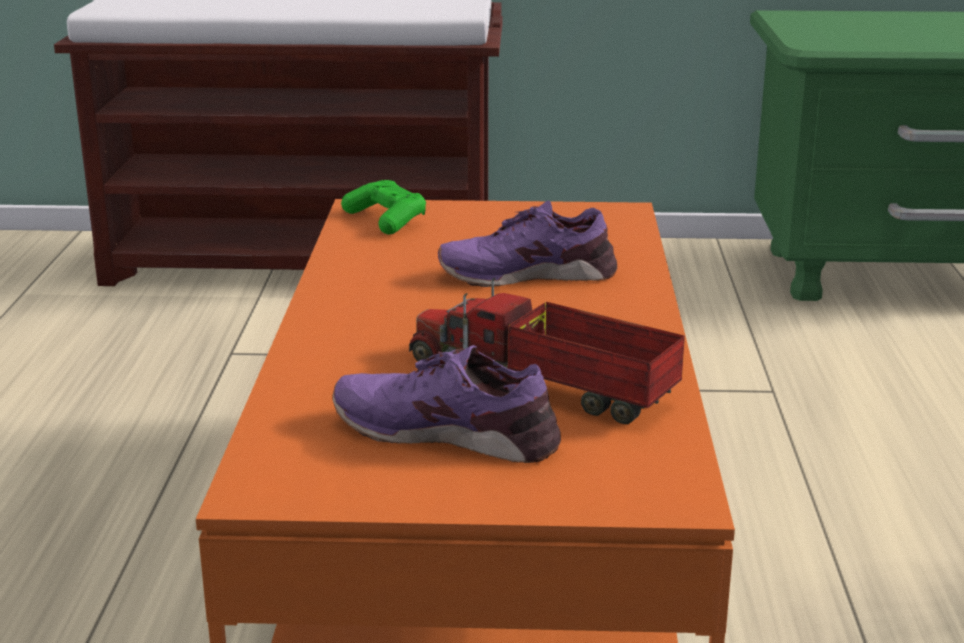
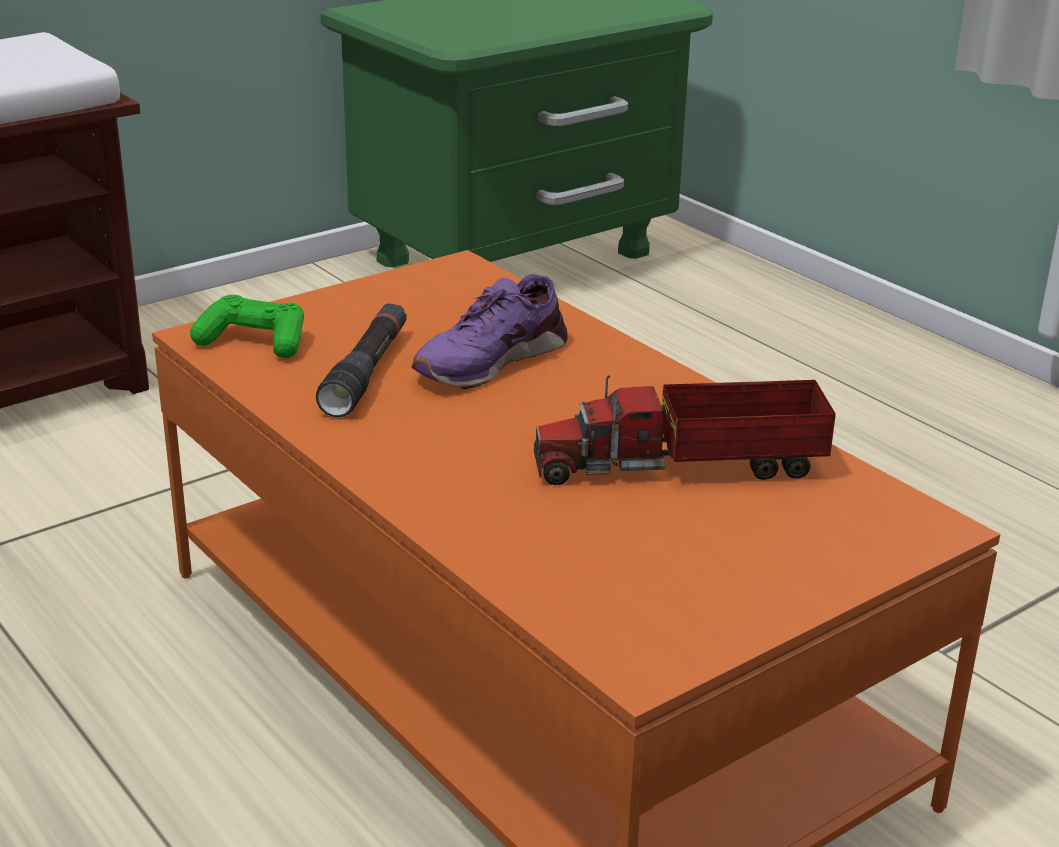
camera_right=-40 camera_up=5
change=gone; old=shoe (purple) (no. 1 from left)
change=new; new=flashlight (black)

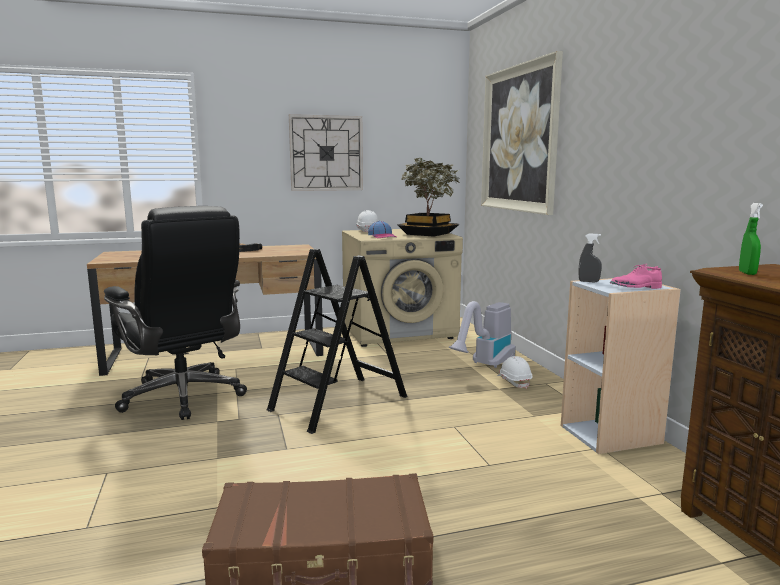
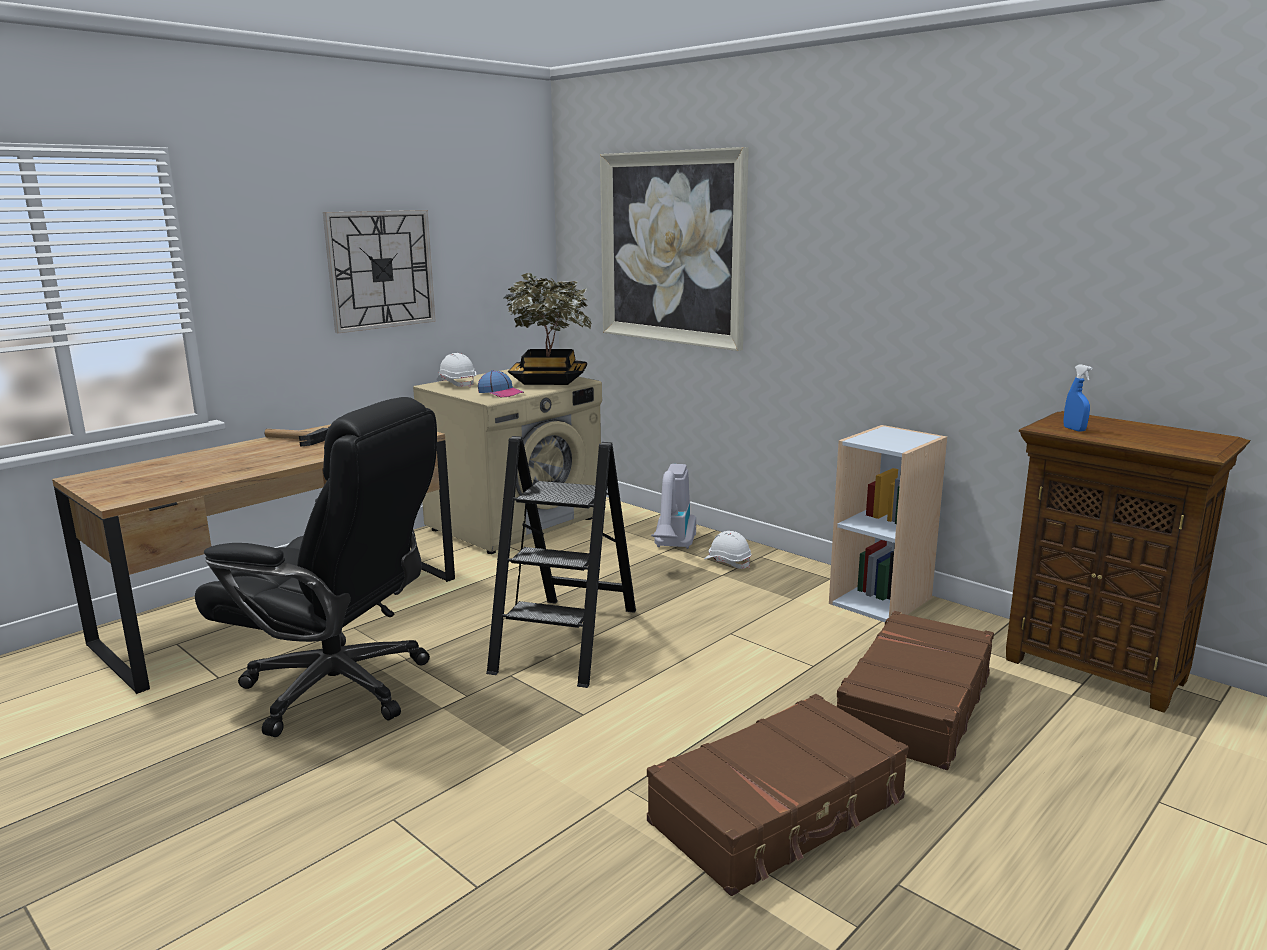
camera_right=-30 camera_up=5
change=gone; old=spray bottle (grey)
change=gone; old=shoe (pink)
change=new; new=suitcase (brown) (no. 2 from left)
change=repainted; old=spray bottle (green); new=spray bottle (blue)

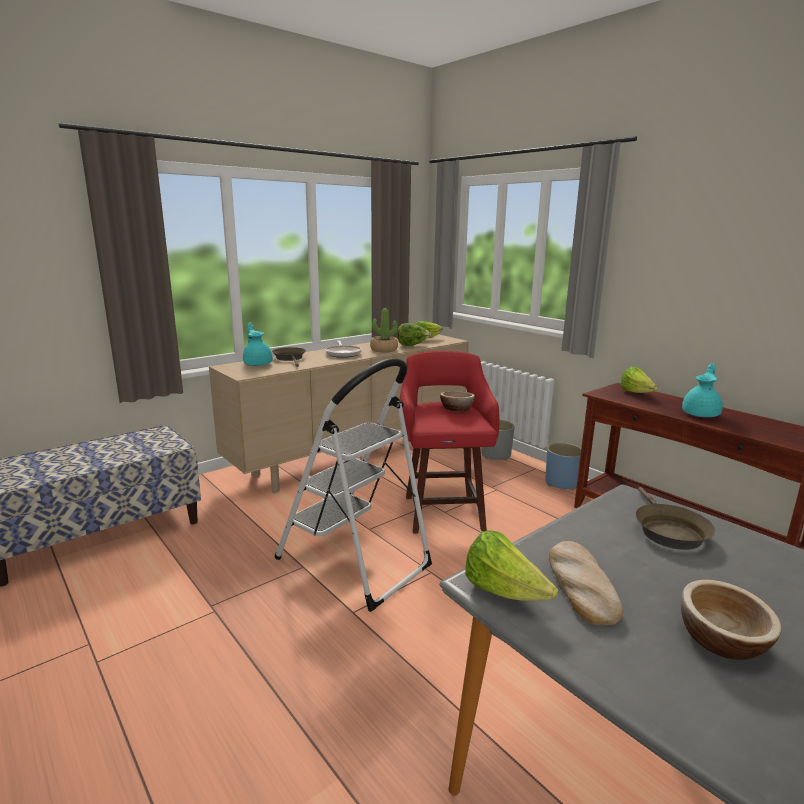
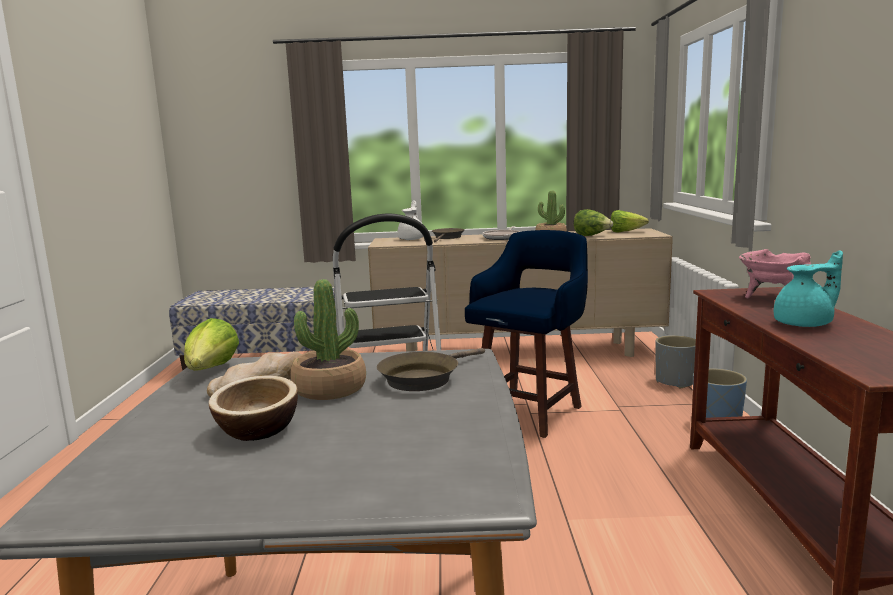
camera_right=40 camera_up=-5
change=gone; old=bowl (no. 1 from left)
change=new; new=potted plant (no. 1 from left)
change=swapped; old=lettuce (no. 4 from left); new=cooking pot (pink)
change=repainted; old=teapot (turquoise) (no. 1 from left); new=teapot (white)
change=repainted; old=stool (red); new=stool (blue)

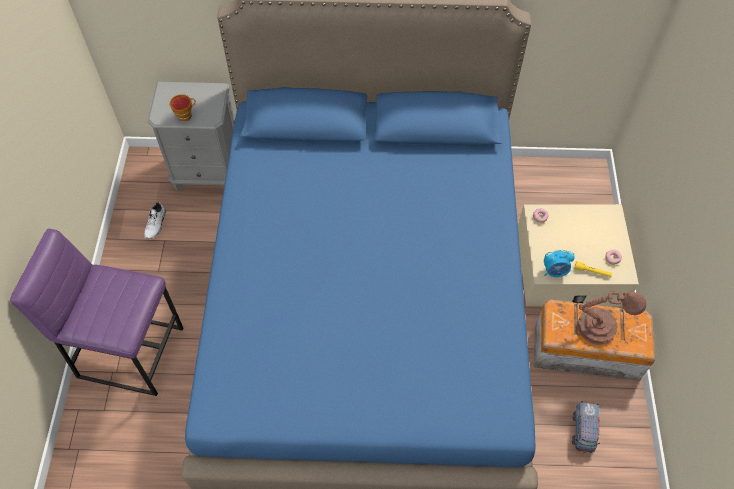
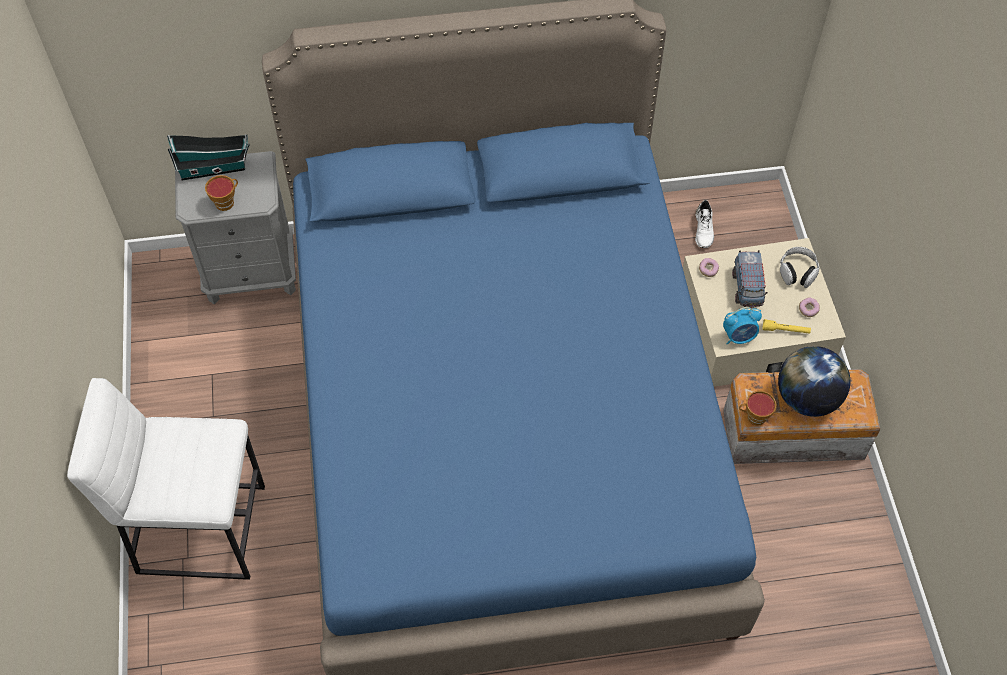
camera_right=-10 camera_up=0
change=new; new=toy house
change=new; new=cup (no. 2 from left)
change=new; new=headphones
change=shifted; old=shoe (white)
change=shifted; old=toy truck
change=swapped; old=table lamp (brown); new=globe
change=repainted; old=chair (purple); new=chair (white)

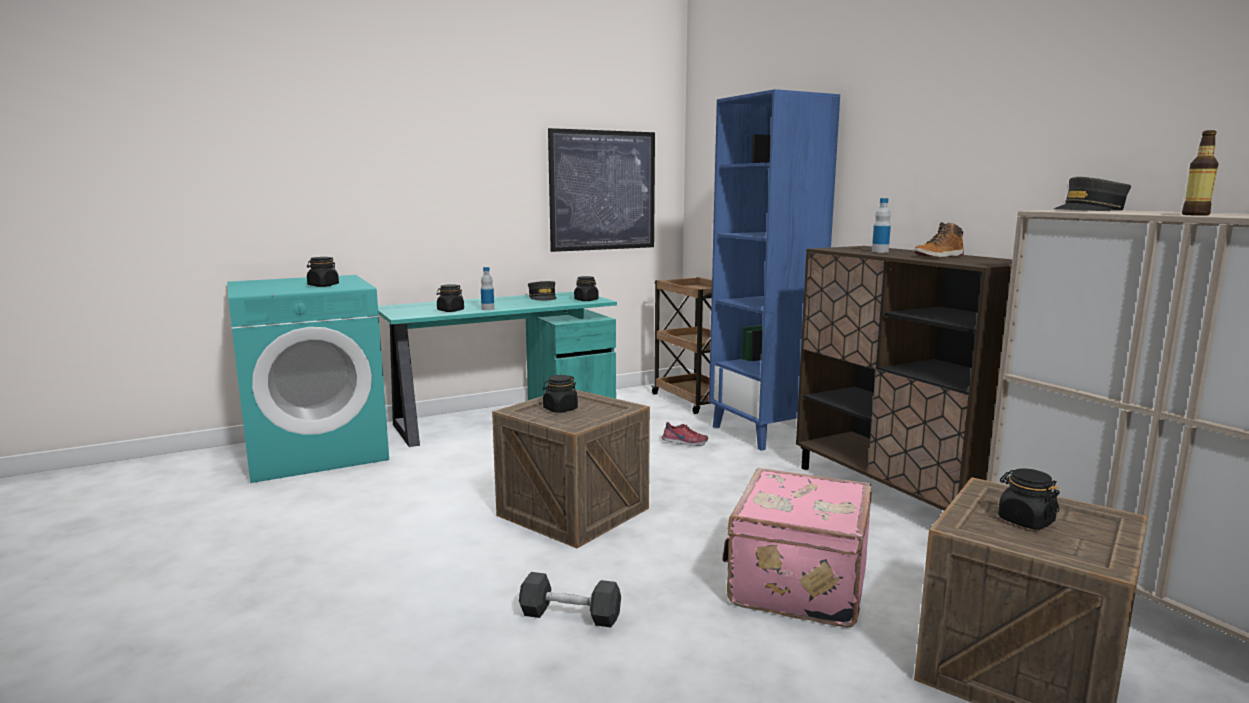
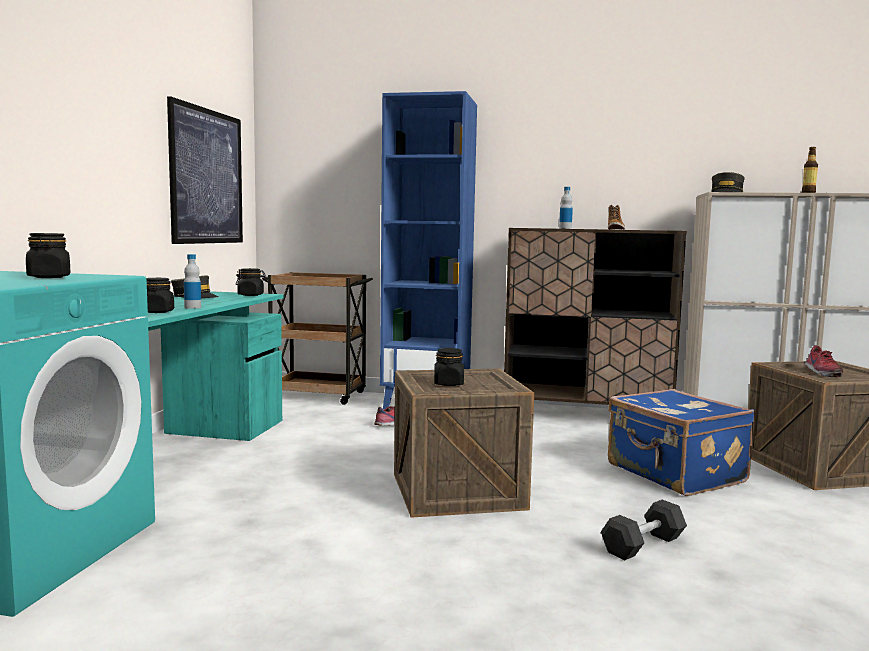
camera_right=-50 camera_up=-5
change=swapped; old=jar (black) (no. 5 from left); new=shoe (no. 2 from left)
change=repainted; old=suitcase (pink); new=suitcase (blue)

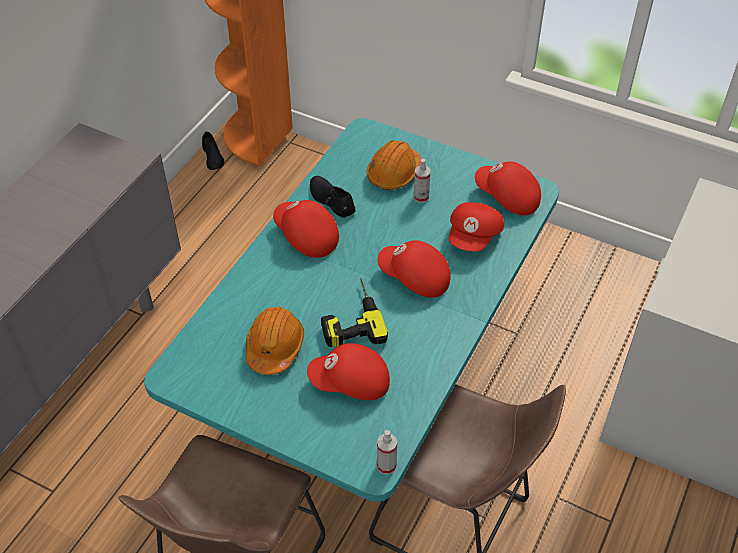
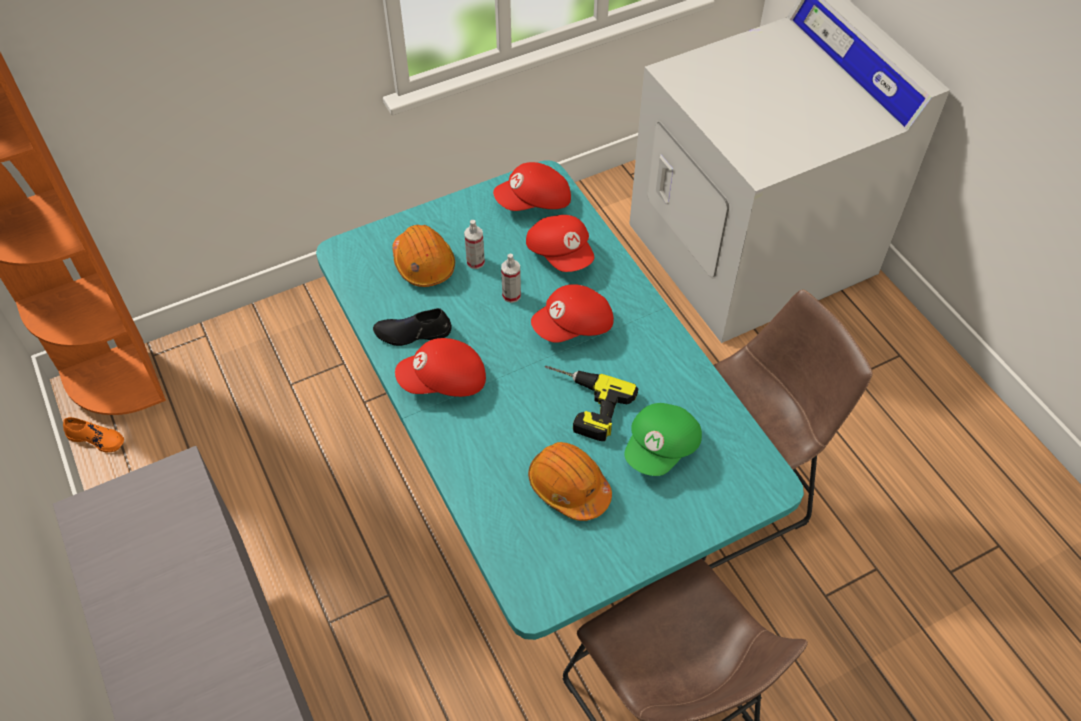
camera_right=-55 camera_up=5
change=shifted; old=spray bottle (no. 1 from left in the first image); new=spray bottle (no. 2 from left)
change=repainted; old=shoe (black) (no. 1 from left); new=shoe (orange)
change=repainted; old=cap (red) (no. 2 from left); new=cap (green)

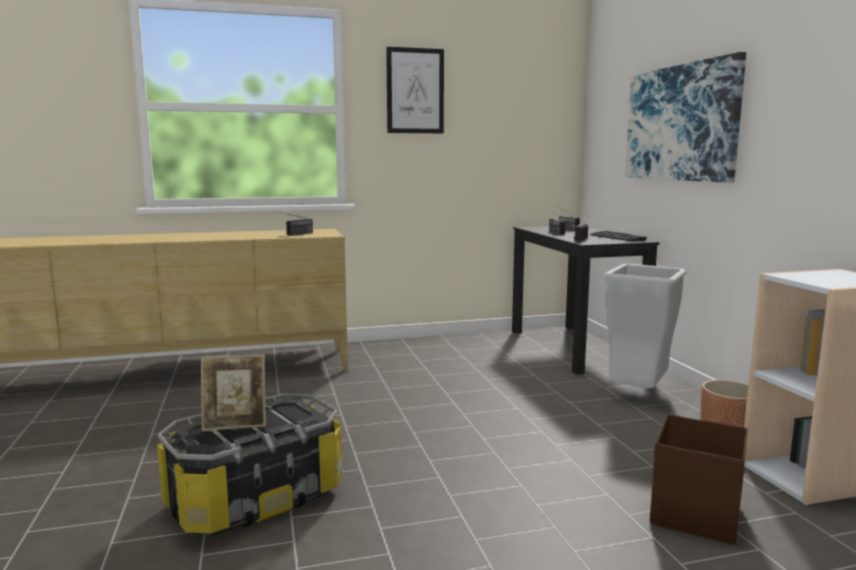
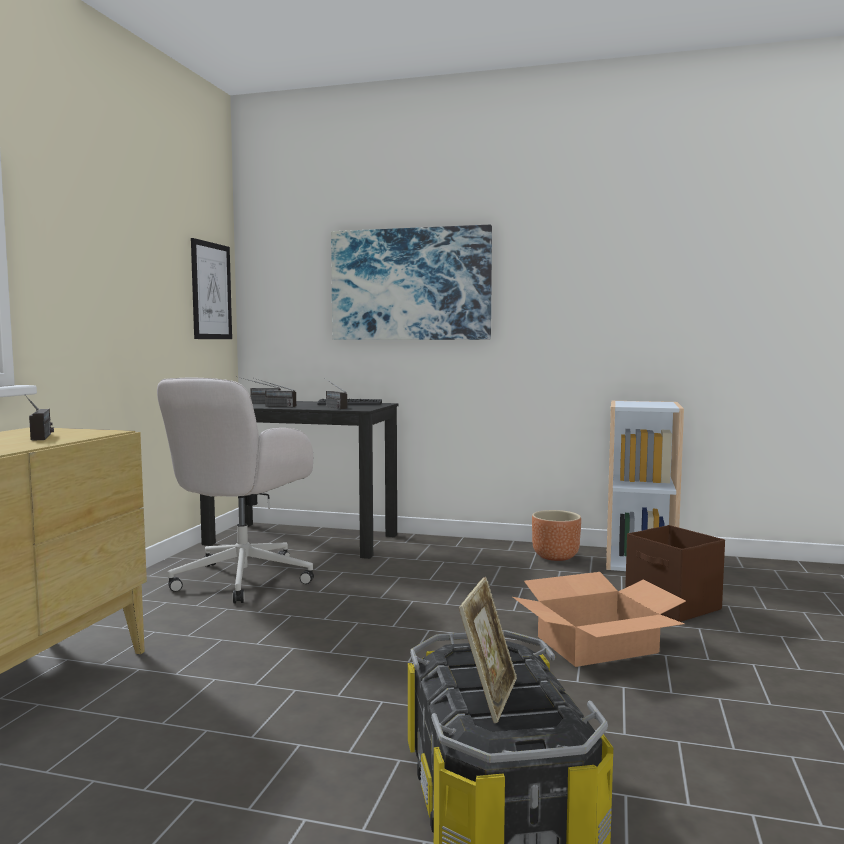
camera_right=-60 camera_up=-5
change=gone; old=trash can (grey)
change=new; new=office chair (white)
change=new; new=cardboard box
change=shifted; old=picture (no. 1 from left)

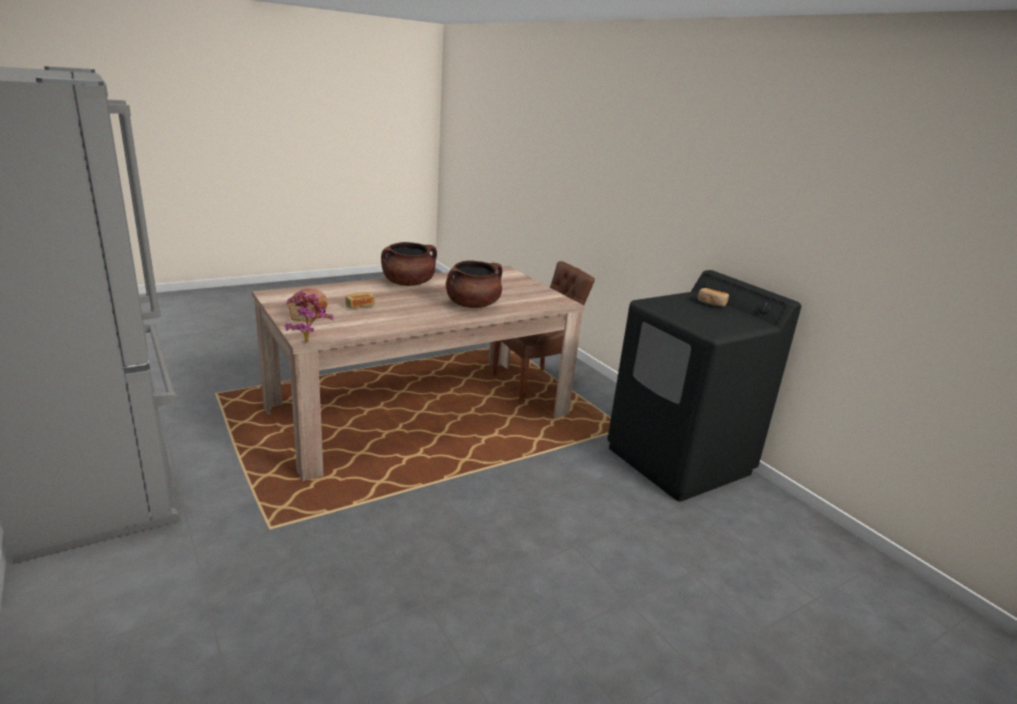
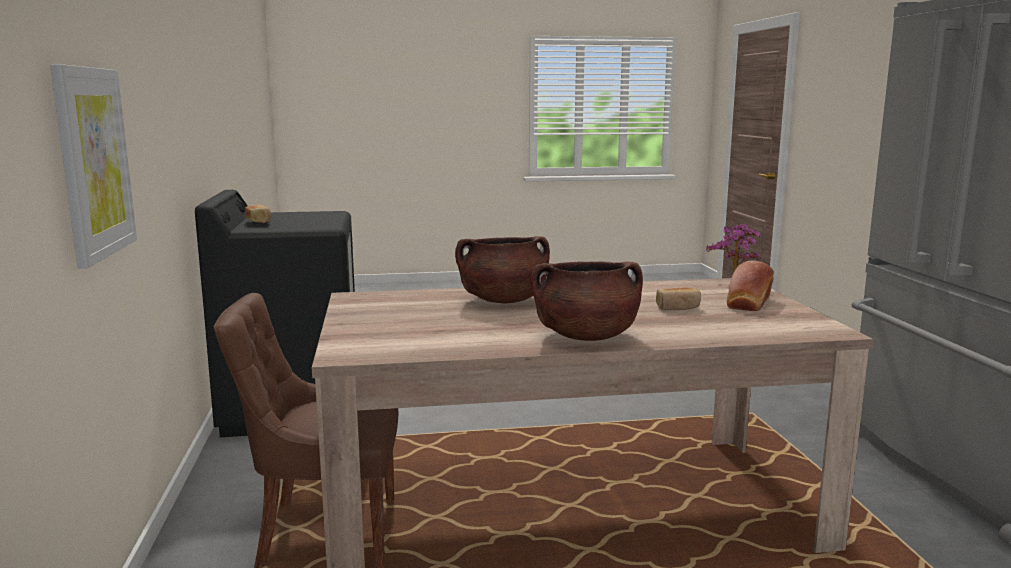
camera_right=-155 camera_up=-10
change=new; new=picture

